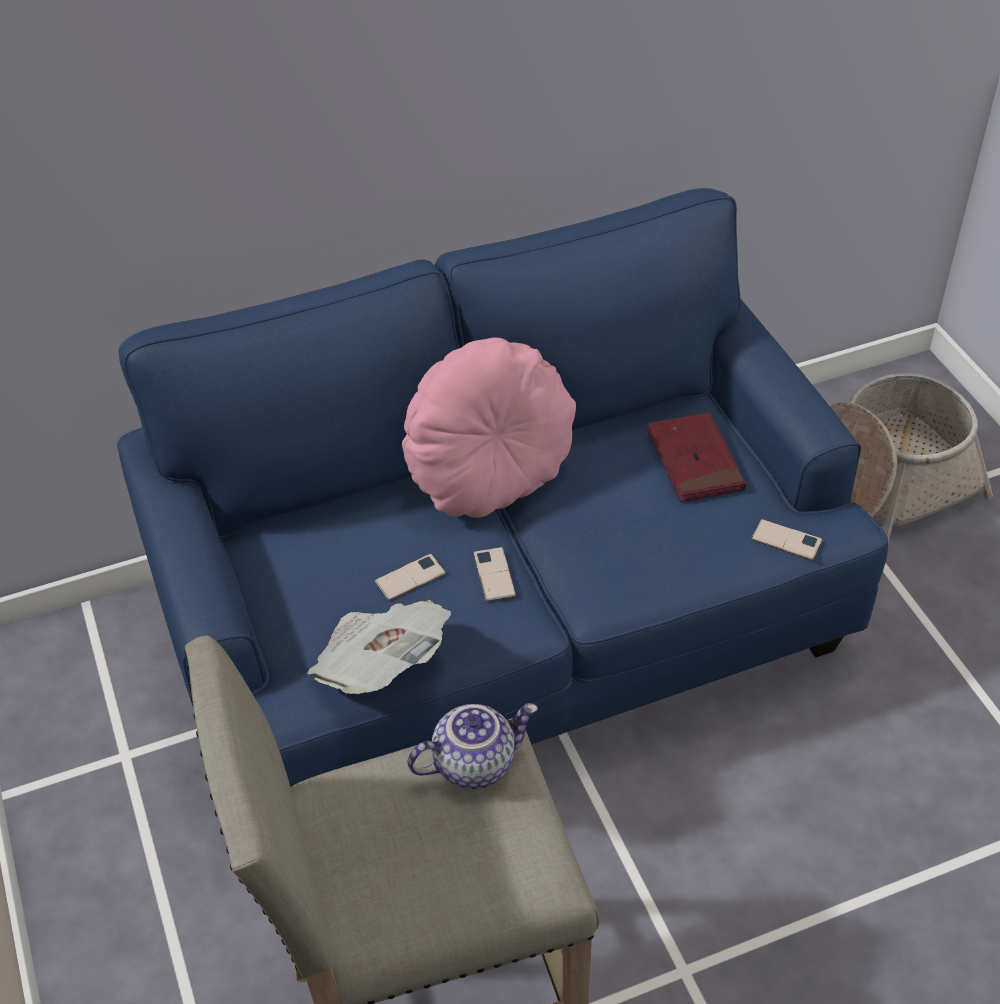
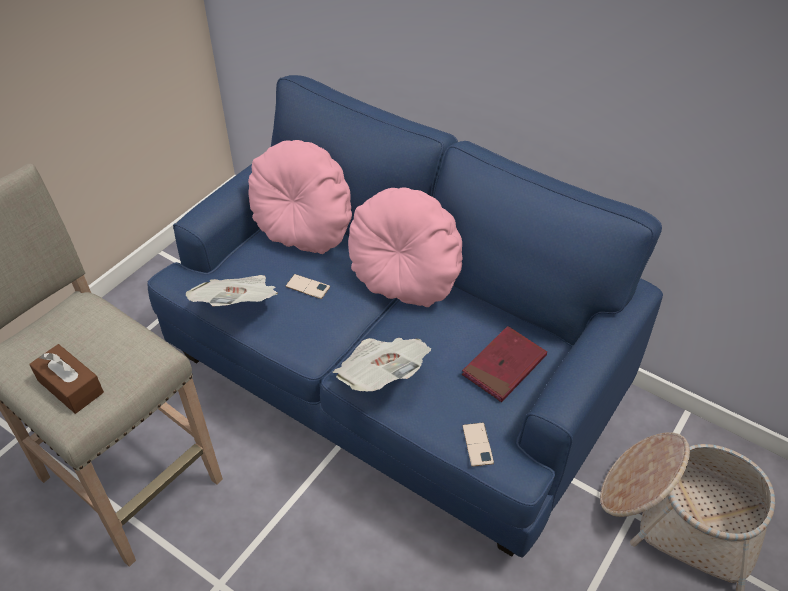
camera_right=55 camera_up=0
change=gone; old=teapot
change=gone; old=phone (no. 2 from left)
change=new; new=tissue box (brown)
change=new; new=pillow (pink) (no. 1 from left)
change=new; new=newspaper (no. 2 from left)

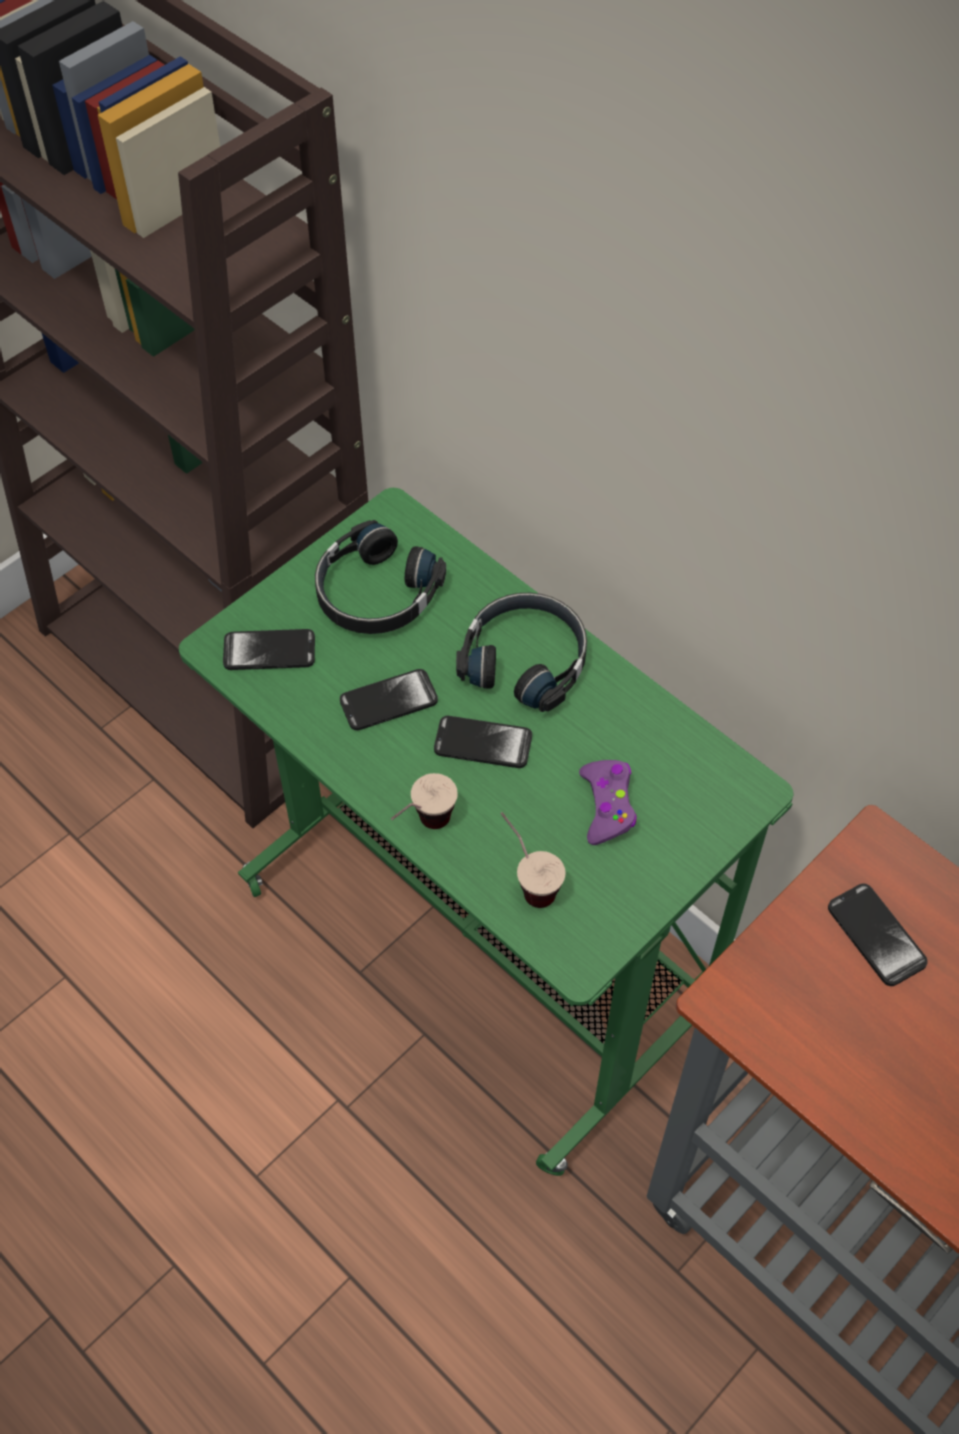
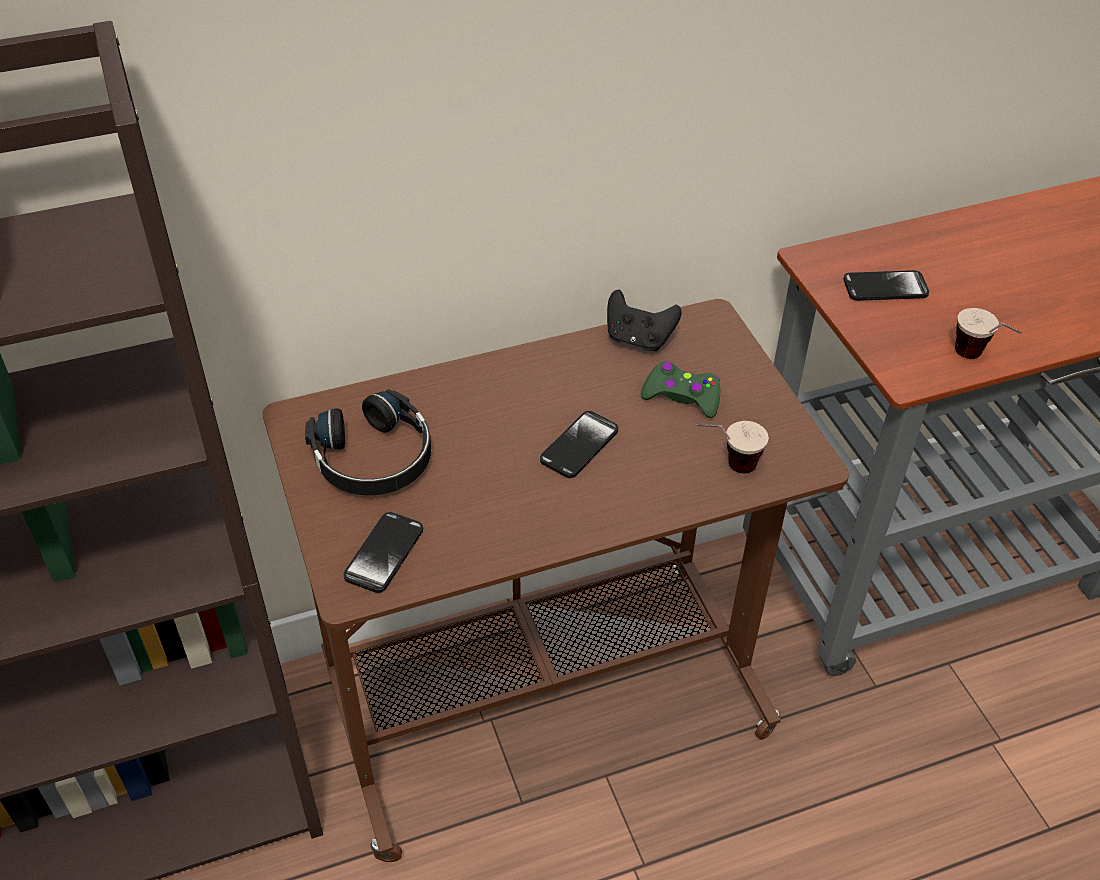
camera_right=-65 camera_up=-10
change=gone; old=phone (no. 2 from left)
change=gone; old=headphones (black) (no. 2 from left)
change=new; new=game controller (black)
change=shifted; old=cup (no. 1 from left in the first image); new=cup (no. 2 from left)
change=repainted; old=desk (green); new=desk (brown)
change=repainted; old=game controller (purple); new=game controller (green)

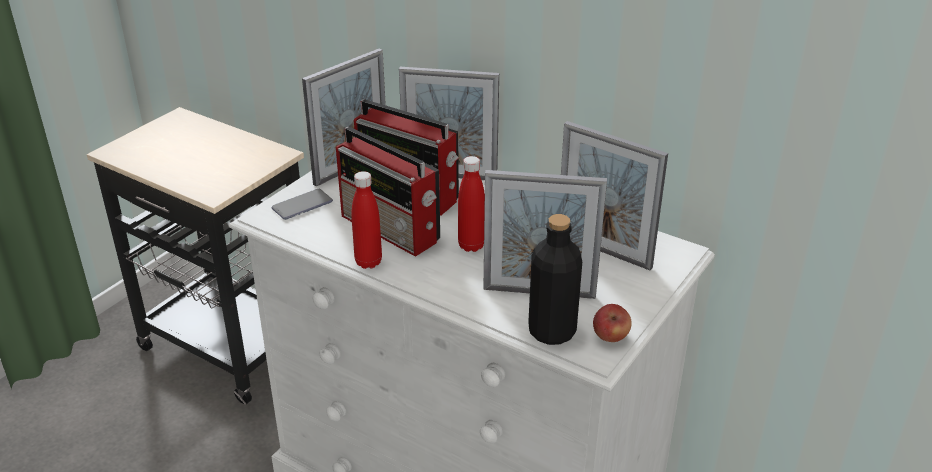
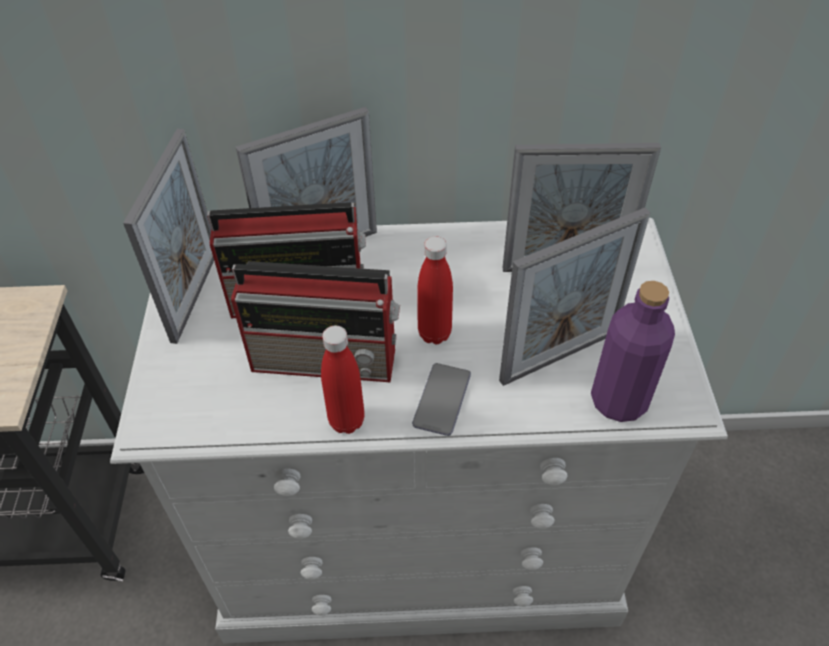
camera_right=-35 camera_up=15
change=gone; old=apple
change=shifted; old=phone
change=repainted; old=bottle (black); new=bottle (purple)

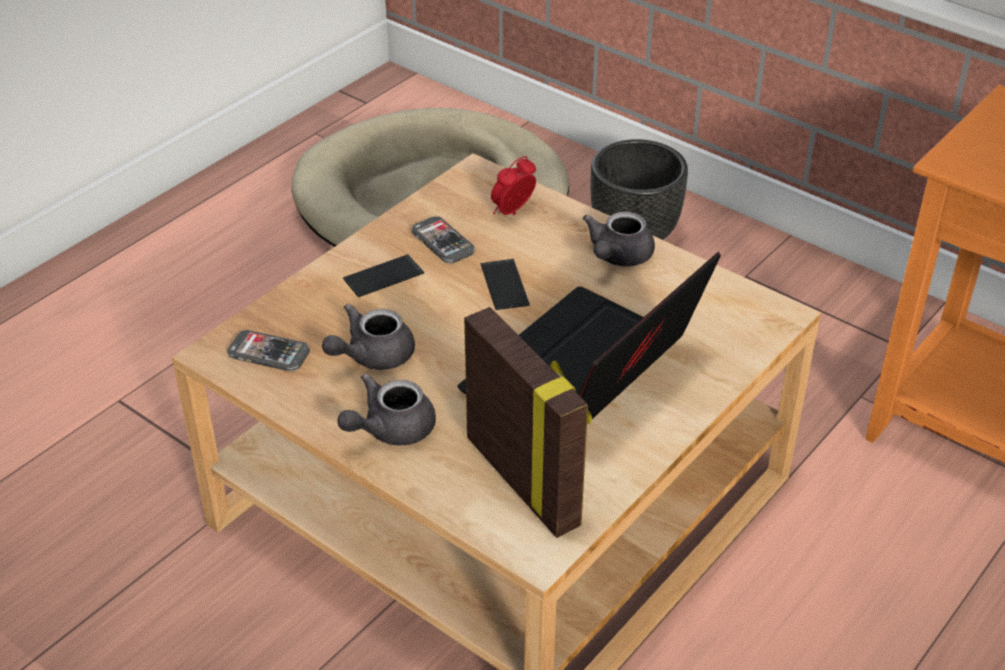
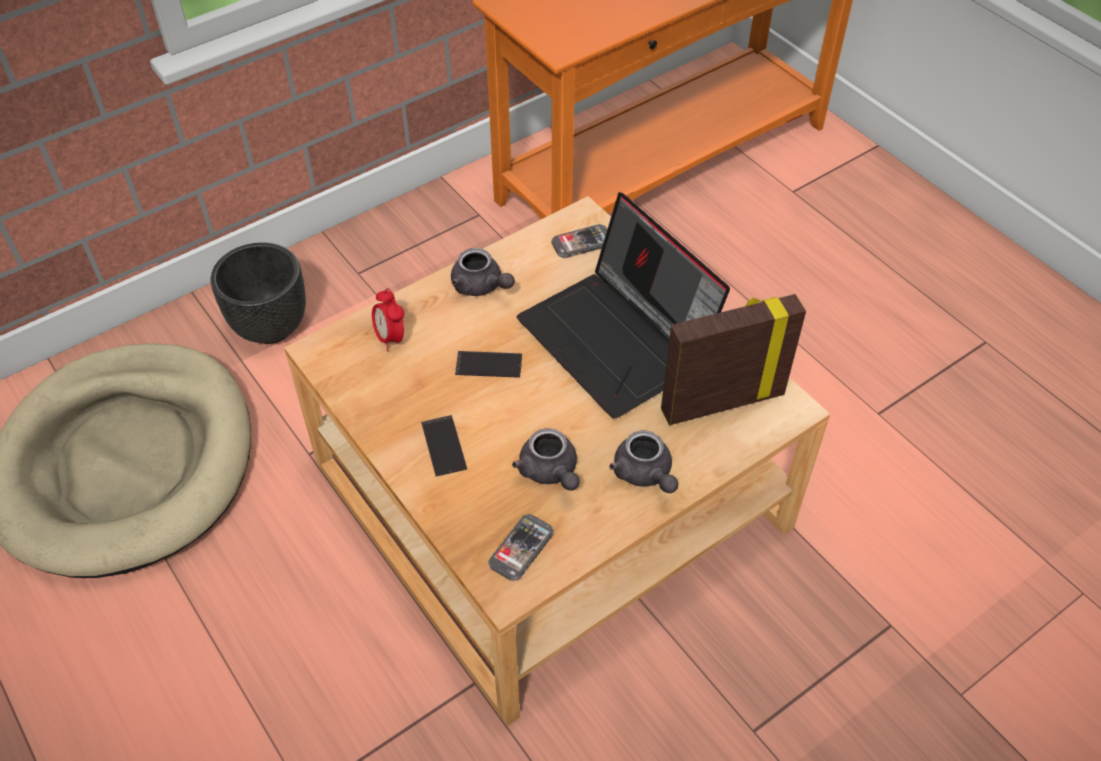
camera_right=-75 camera_up=10
change=shifted; old=phone (no. 3 from left in the first image); new=phone (no. 4 from left)

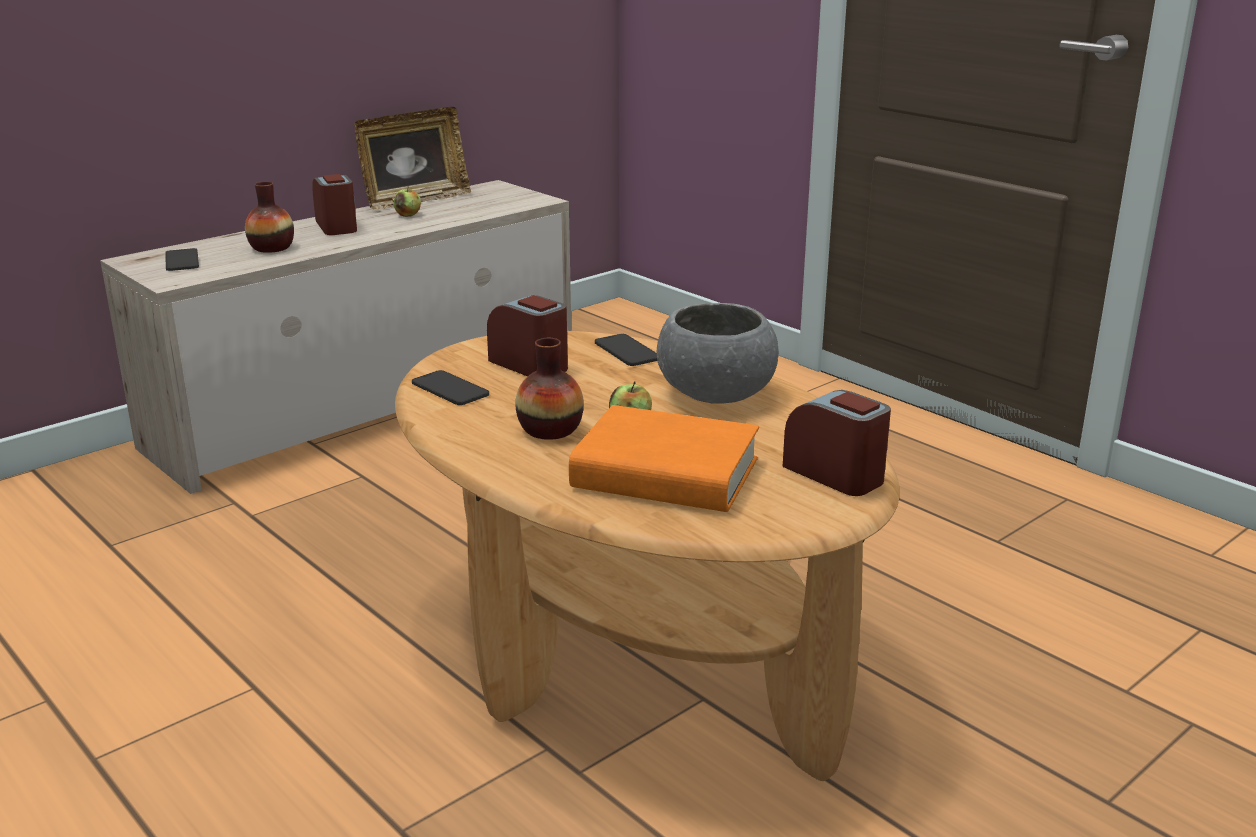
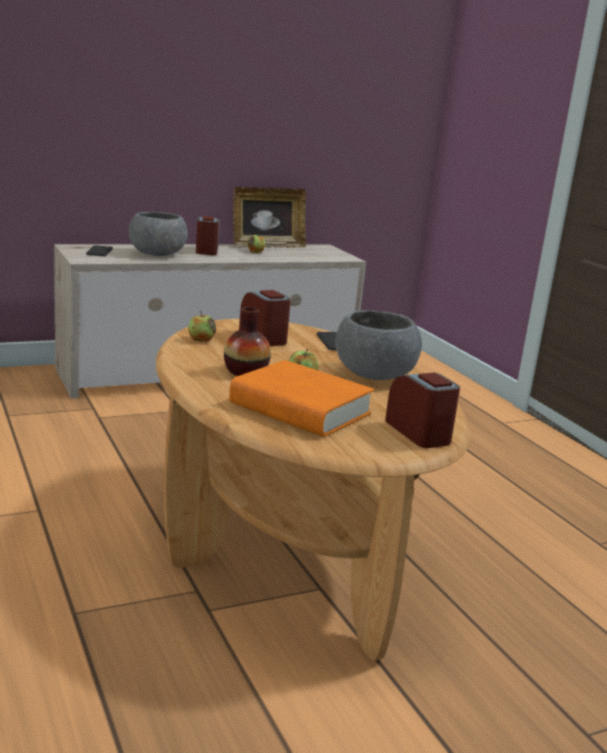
camera_right=15 camera_up=-5
change=swapped; old=vase (no. 1 from left); new=bowl (grey) (no. 1 from left)
change=swapped; old=phone (no. 2 from left); new=apple (no. 1 from left)

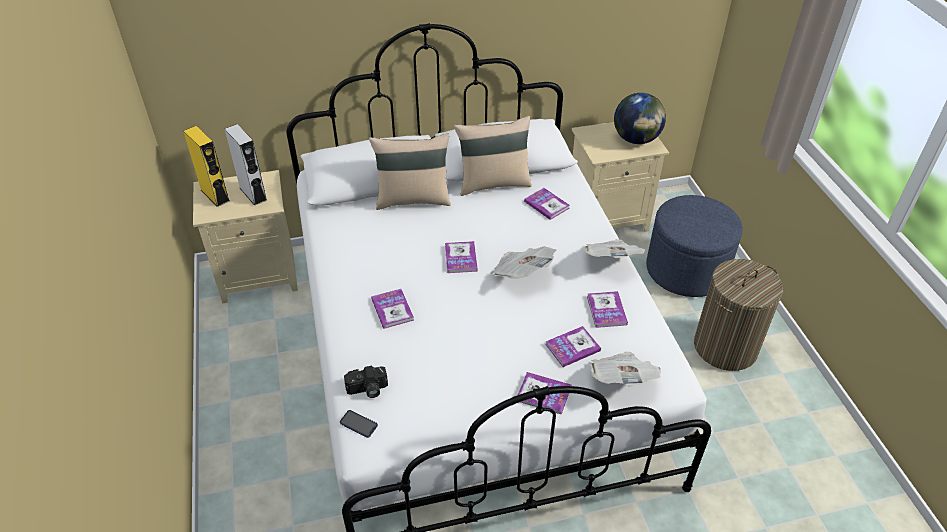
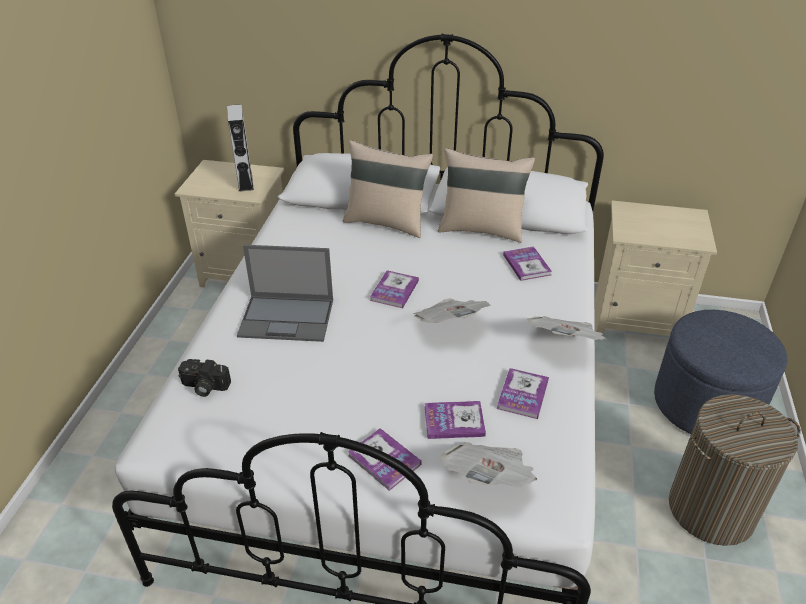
camera_right=25 camera_up=-5
change=gone; old=speaker (yellow)
change=gone; old=phone
change=gone; old=globe
change=swapped; old=book (no. 1 from left); new=laptop

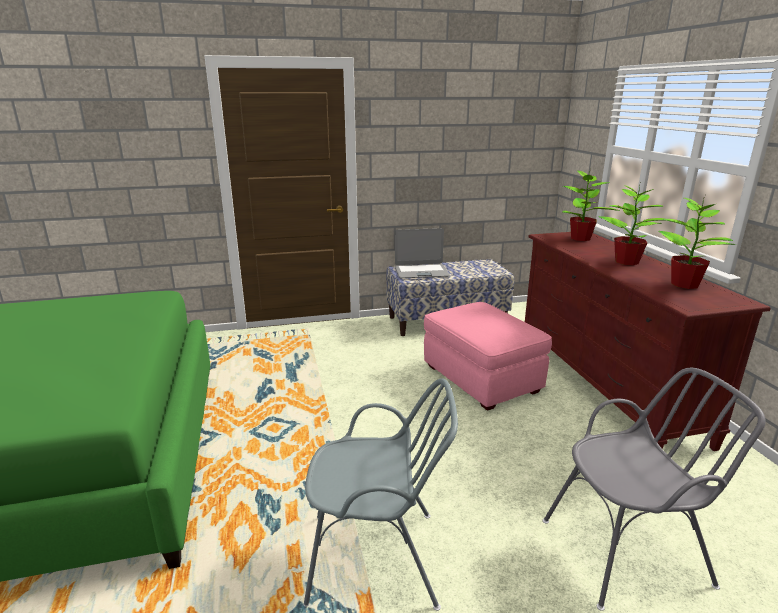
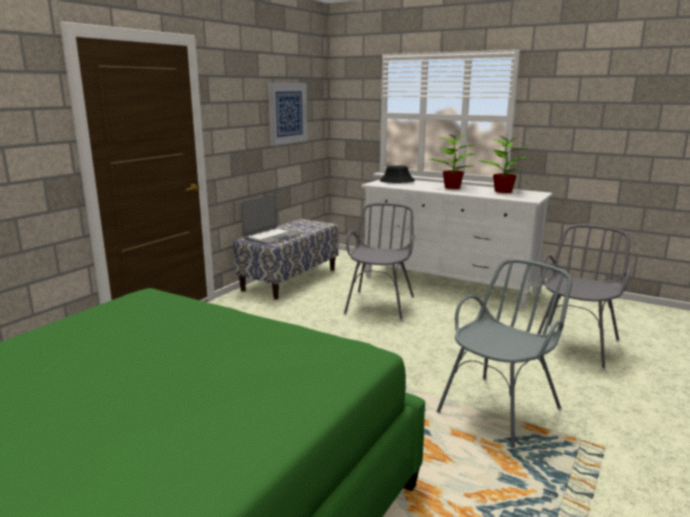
camera_right=-45 camera_up=-5
change=new; new=picture
change=swapped; old=ottoman (pink); new=chair (grey) (no. 1 from left)
change=swapped; old=potted plant (no. 1 from left); new=hat (black)
change=repainted; old=dresser (red); new=dresser (white)

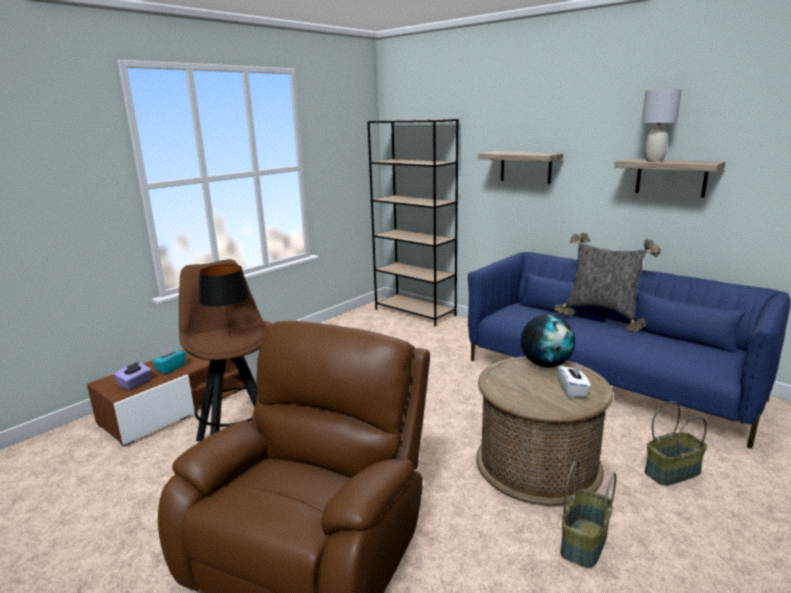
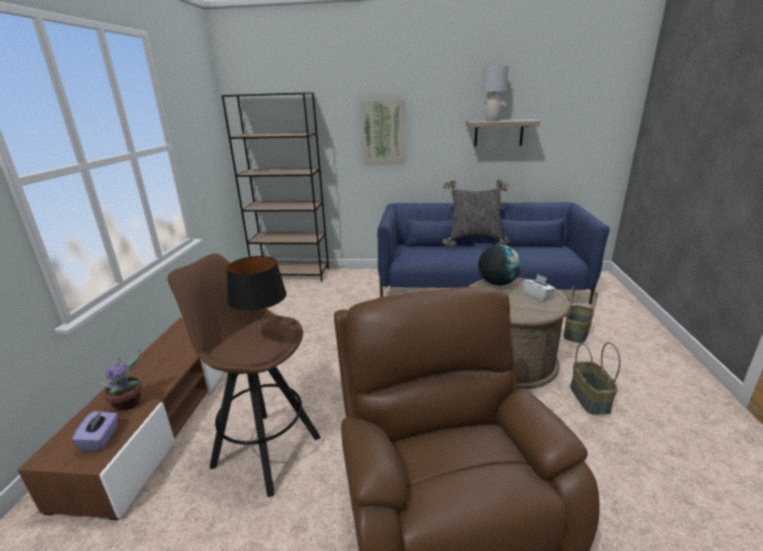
camera_right=-35 camera_up=5
change=swapped; old=tissue box (turquoise); new=potted plant
change=swapped; old=shelf (no. 1 from left); new=picture

